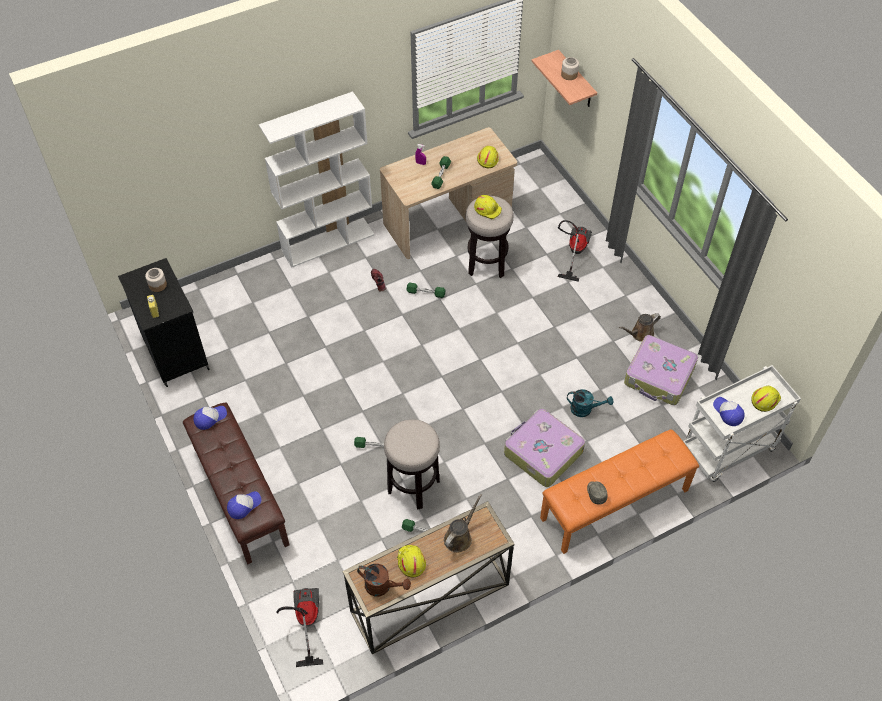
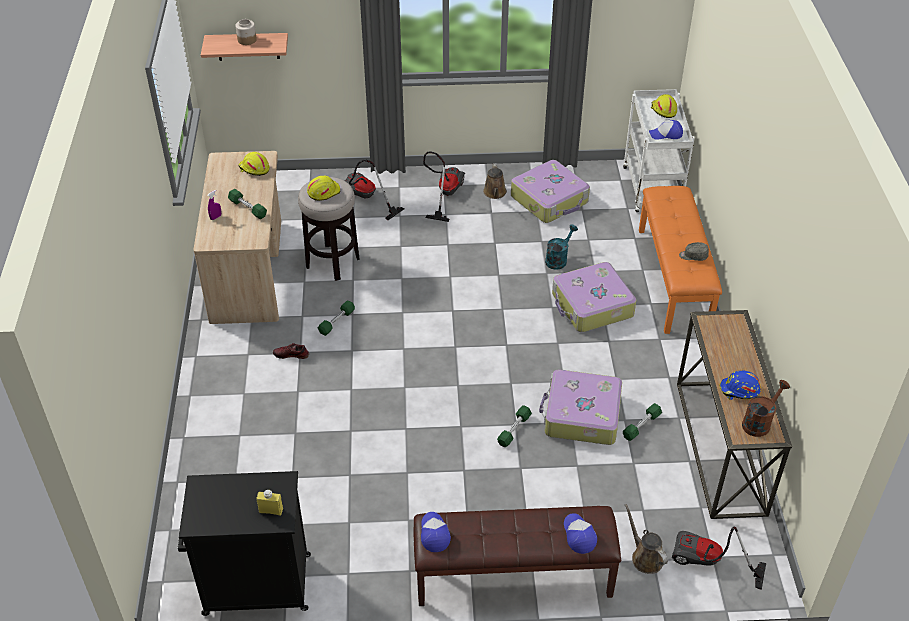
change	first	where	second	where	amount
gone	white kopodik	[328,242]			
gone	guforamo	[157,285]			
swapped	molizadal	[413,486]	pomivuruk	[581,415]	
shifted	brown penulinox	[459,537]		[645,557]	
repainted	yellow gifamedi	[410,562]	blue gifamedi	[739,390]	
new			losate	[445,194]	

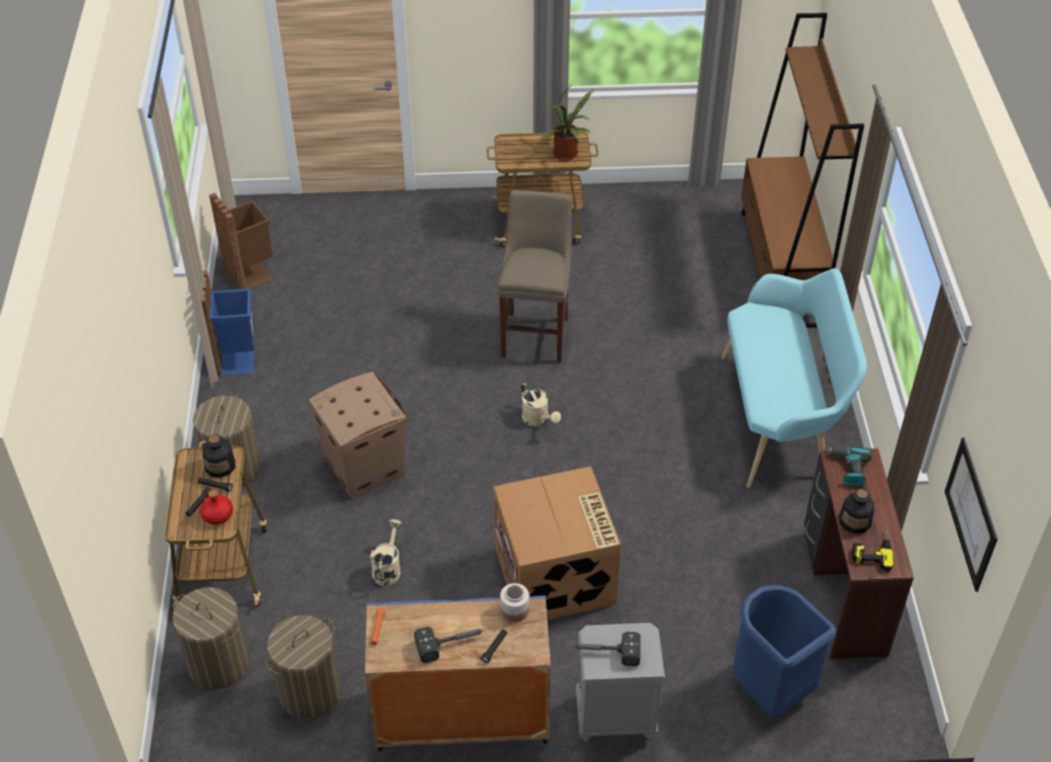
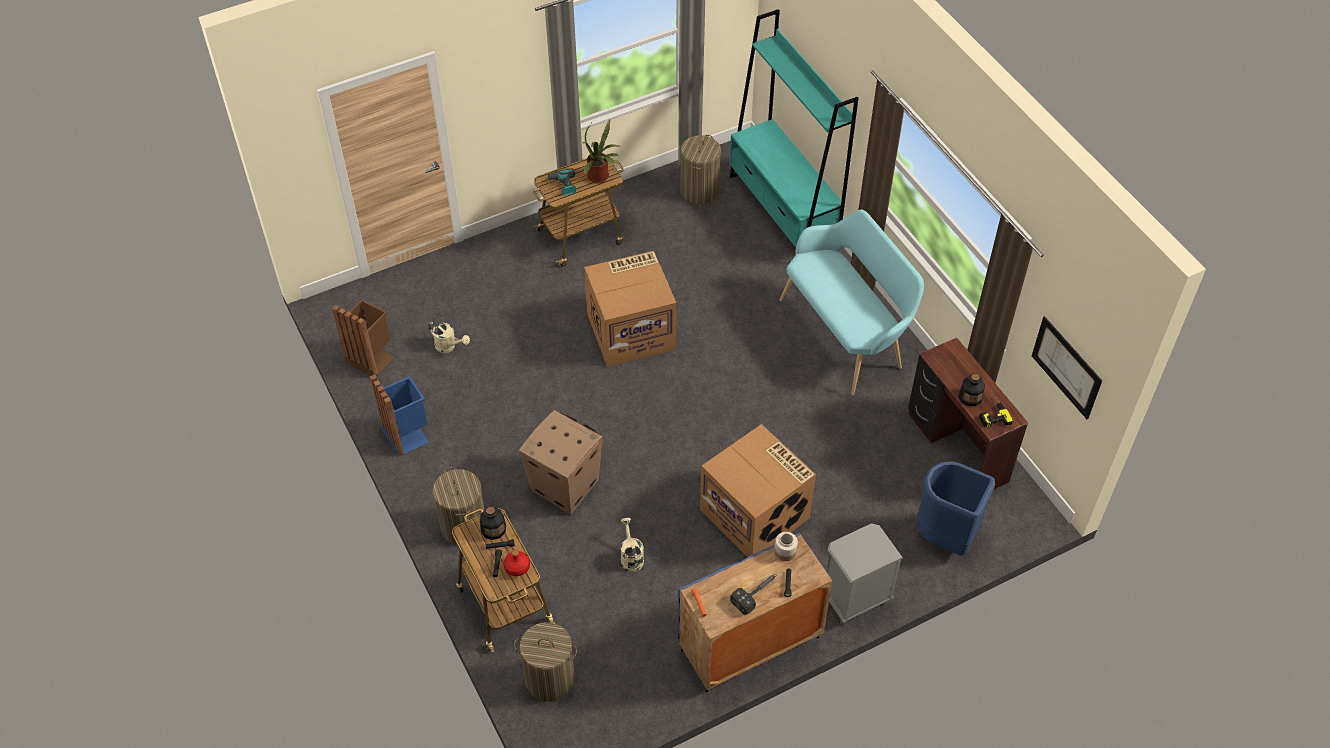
change	first	where	second	where	amount
repainted	brown kopodik	[780,268]	turquoise kopodik	[783,213]	
swapped	beige molizadal	[536,334]	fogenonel	[631,330]	
shifted	beige penulinox	[538,420]		[449,346]	
shifted	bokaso	[848,468]		[563,185]	
shifted	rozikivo	[309,692]		[699,190]	
gone	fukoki	[605,652]			

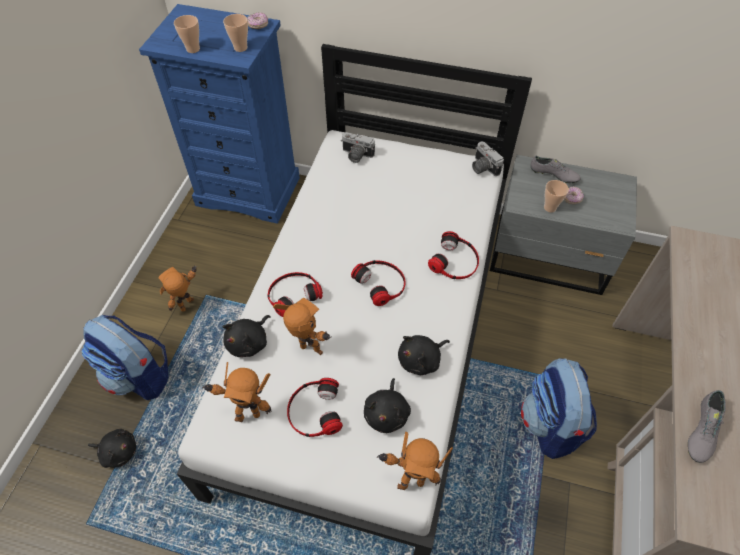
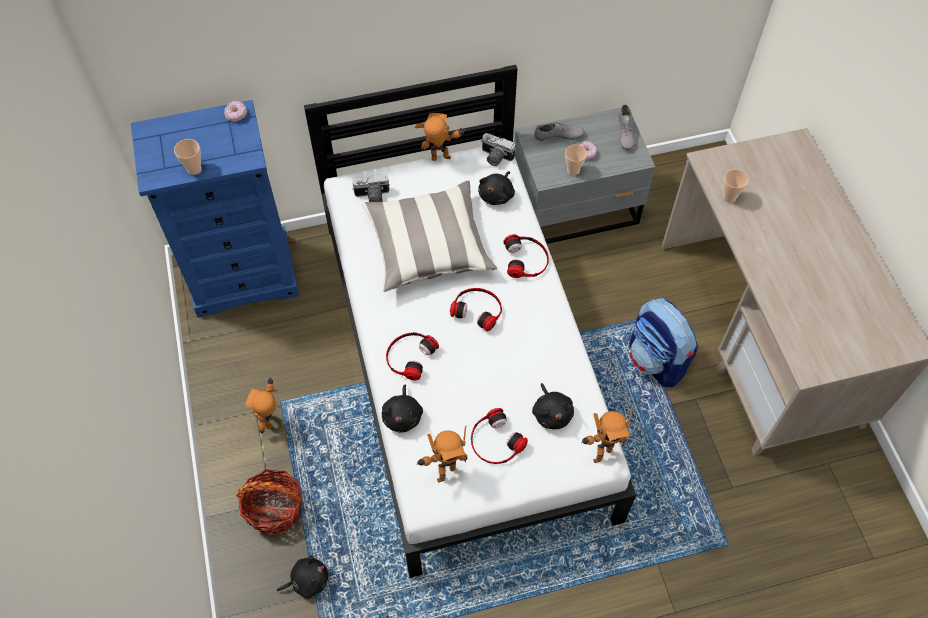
change	first	where	second	where	amount
shifted	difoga	[240,48]		[729,197]	
shifted	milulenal	[310,353]		[441,161]	
swapped	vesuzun	[139,376]	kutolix	[274,508]	
shifted	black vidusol	[421,360]		[497,195]	
shifted	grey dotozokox	[701,431]		[625,133]	
new			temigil	[428,247]	

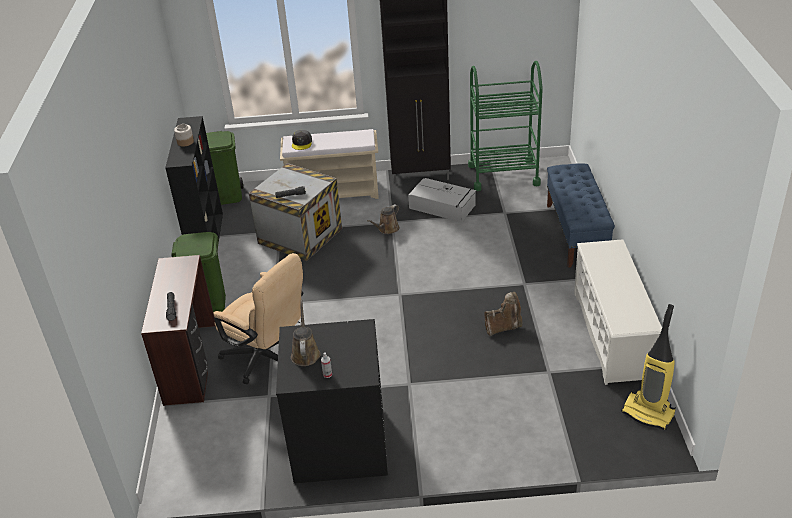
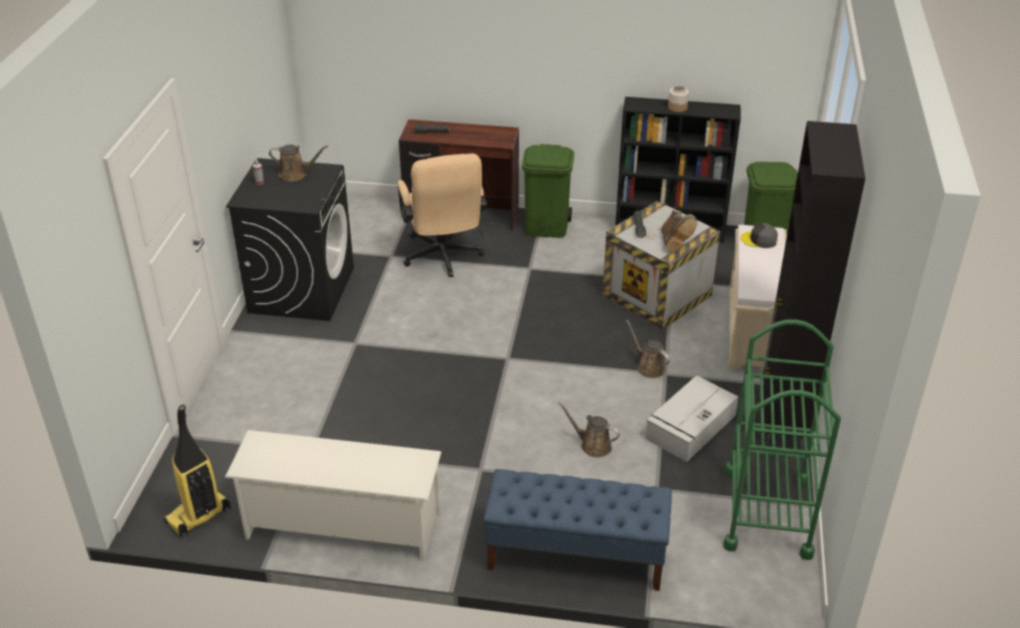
change	first	where	second	where	amount
rotated	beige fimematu	[267,359]		[443,258]	60 degrees counterclockwise
shifted	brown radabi	[504,327]		[674,243]	
new			brown penulinox	[592,445]	

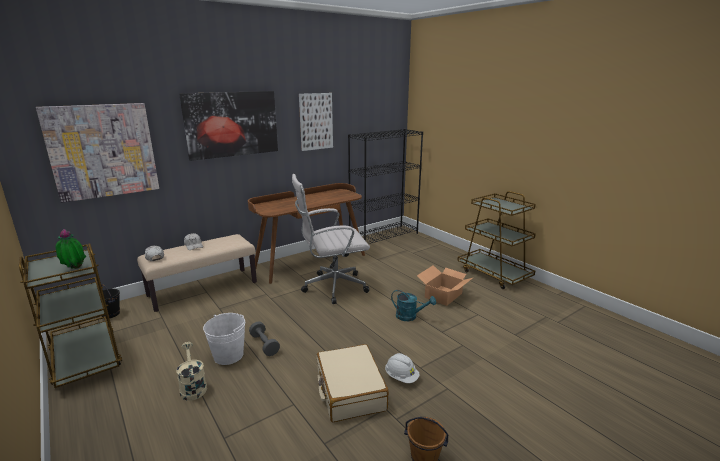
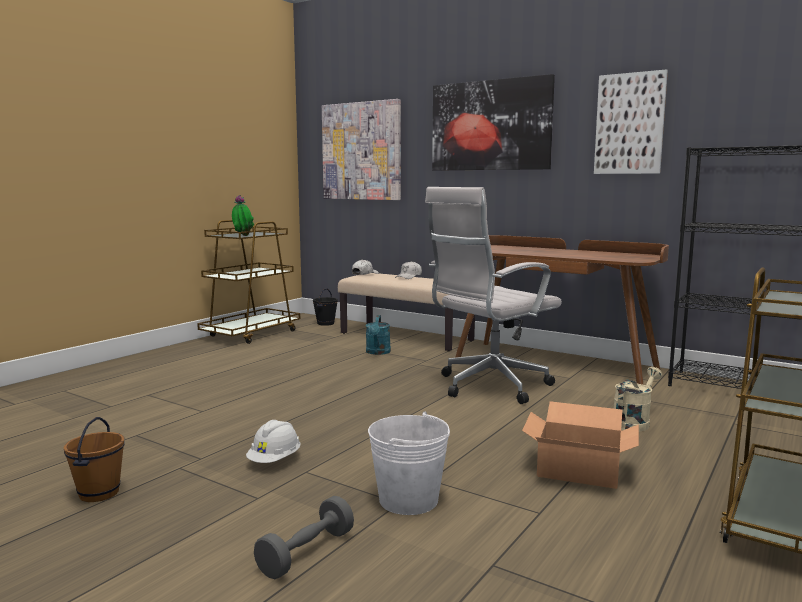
change	first	where	second	where	amount
rotated	white fimematu	[332,287]		[489,386]	90 degrees counterclockwise
shifted	turquoise penulinox	[410,316]		[378,352]	
shifted	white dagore	[228,355]		[408,500]	
shifted	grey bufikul	[264,345]		[306,553]	
shifted	beige penulinox	[193,387]		[633,422]	
gone	beige pomivuruk	[350,391]			

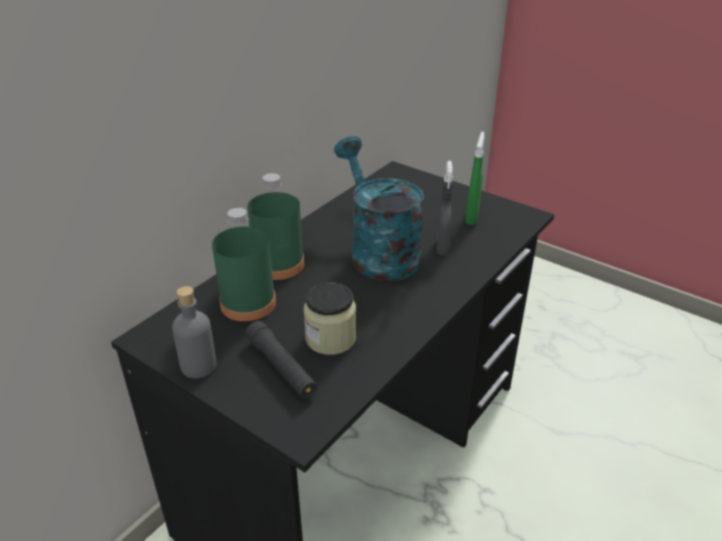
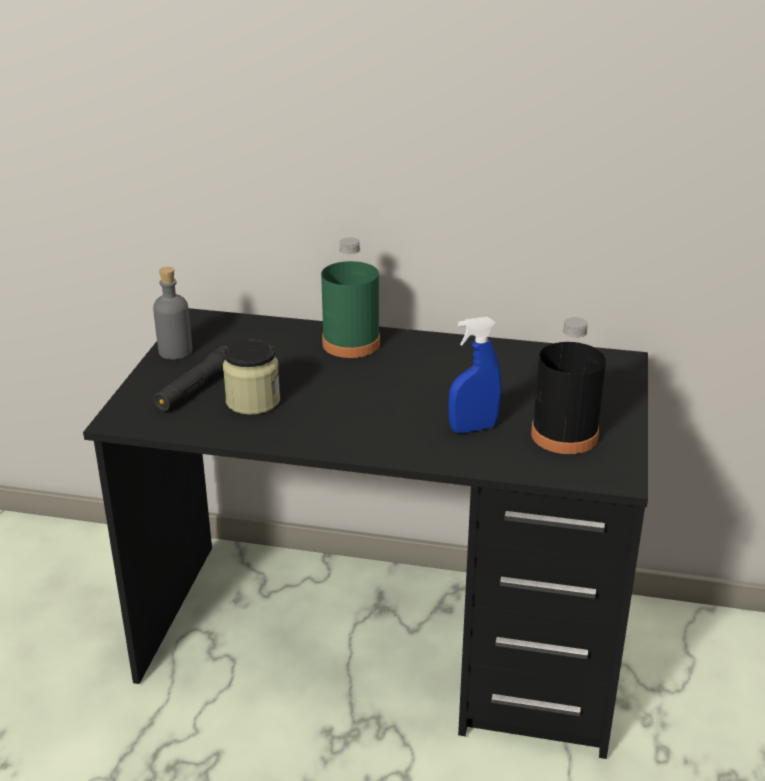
change	first	where	second	where	amount
swapped	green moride	[472,217]	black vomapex	[564,435]	
gone	turquoise penulinox	[378,252]			
repainted	grey moride	[442,247]	blue moride	[473,428]	
gone	green vomapex	[248,303]			

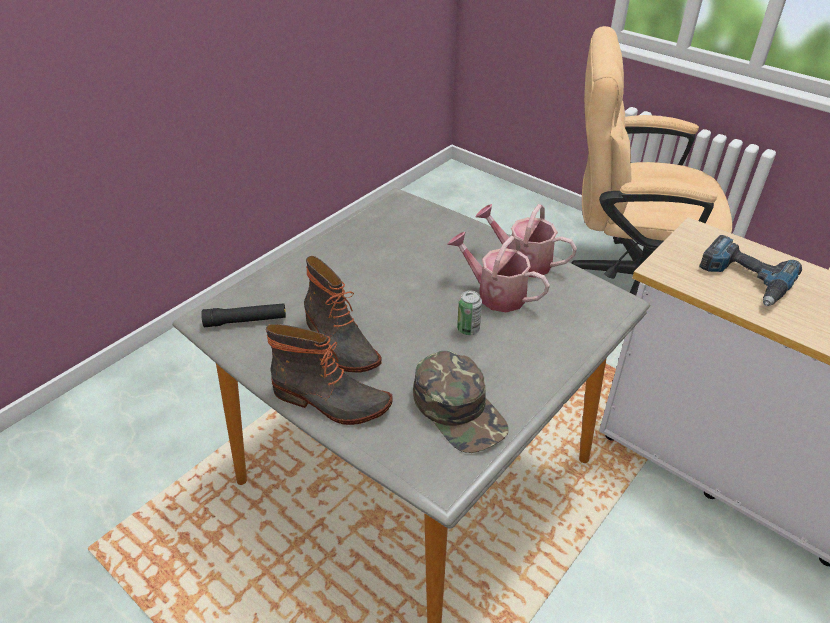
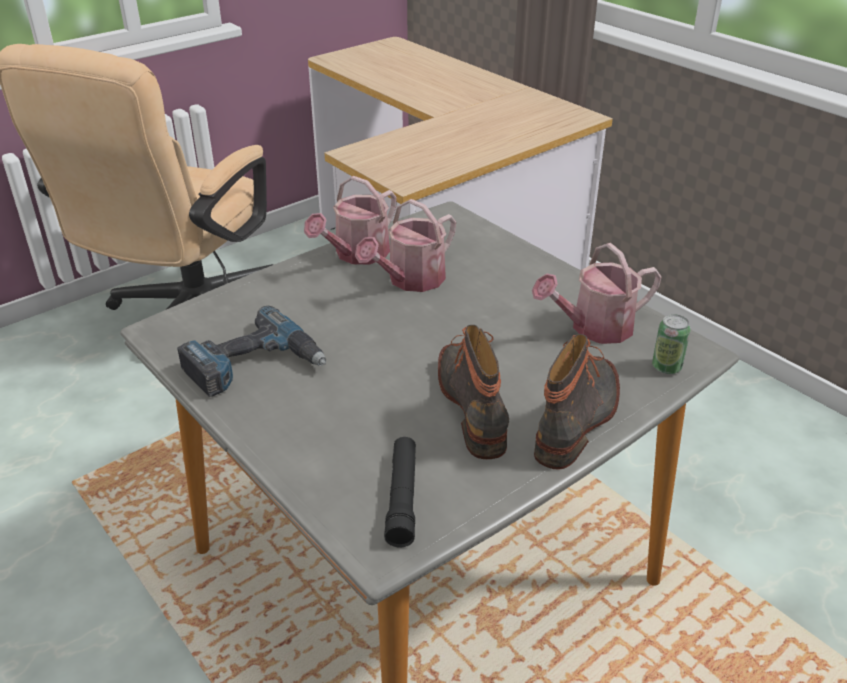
change	first	where	second	where	amount
shifted	bokaso	[744,278]		[254,366]	
rotated	radabi	[339,344]		[475,406]	75 degrees counterclockwise
shifted	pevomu	[468,329]		[666,367]	
swapped	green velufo	[459,409]	penulinox	[594,328]	

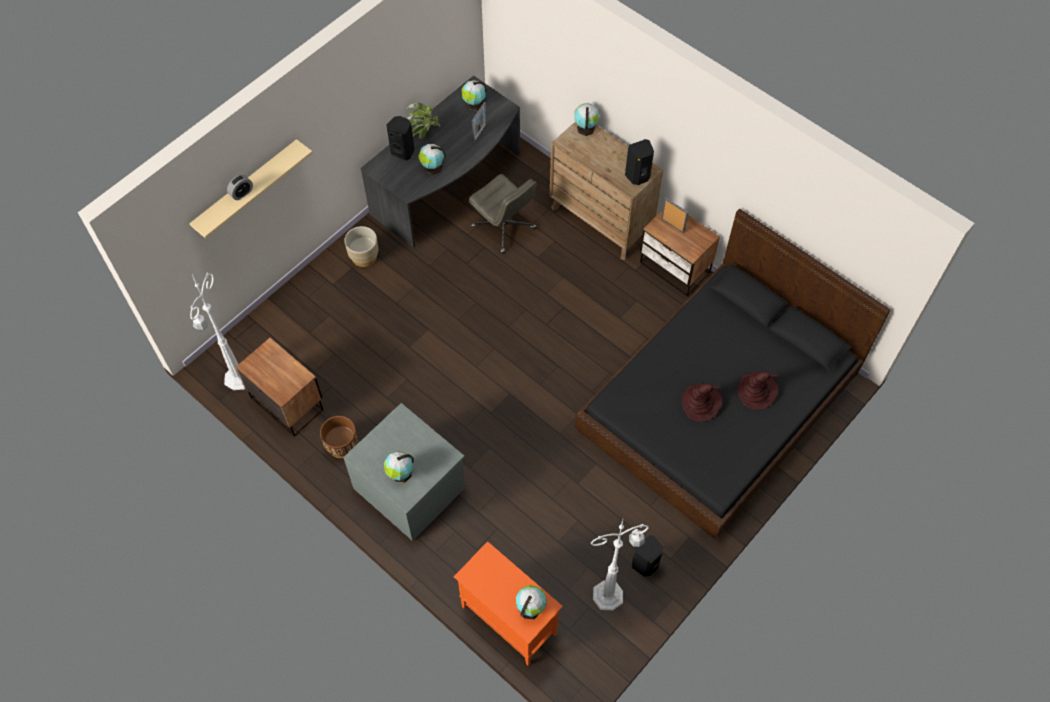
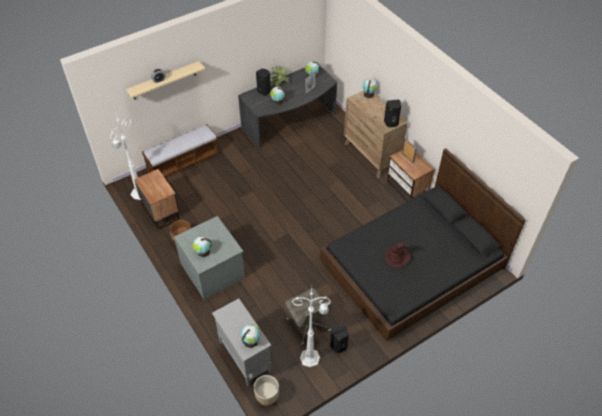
change	first	where	second	where	amount
shifted	grey fimematu	[504,227]		[308,326]	
shifted	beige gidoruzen	[364,256]		[267,396]	
gone	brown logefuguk	[757,391]			
repainted	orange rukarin	[508,619]	grey rukarin	[244,357]	
new			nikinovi	[183,162]	

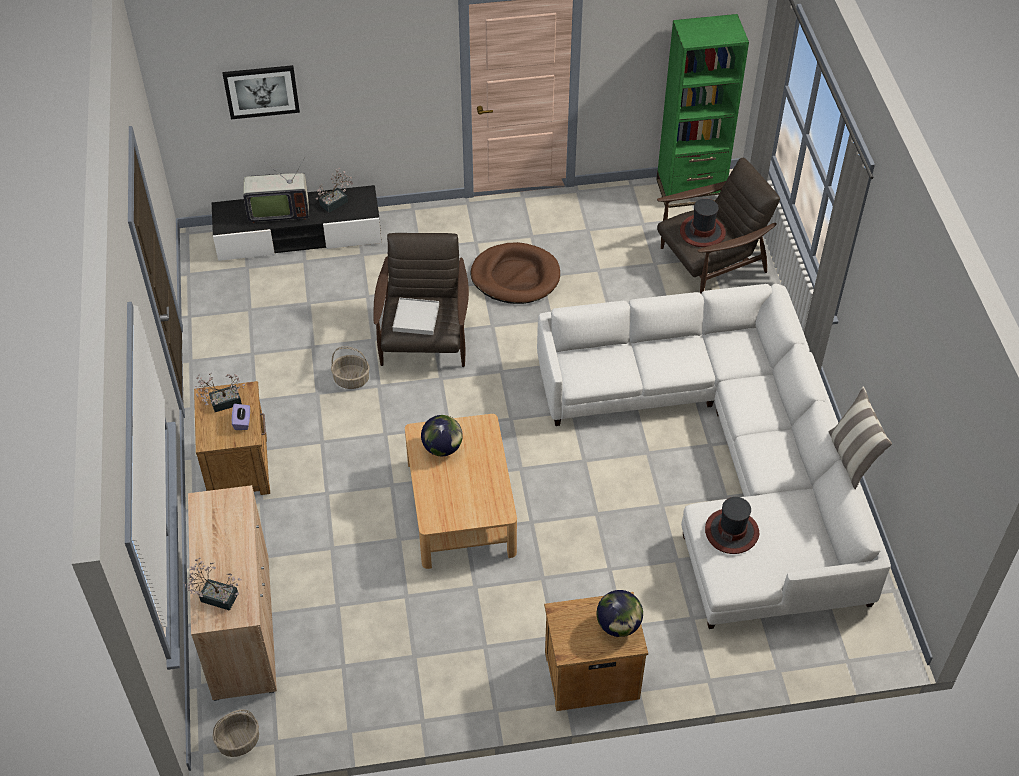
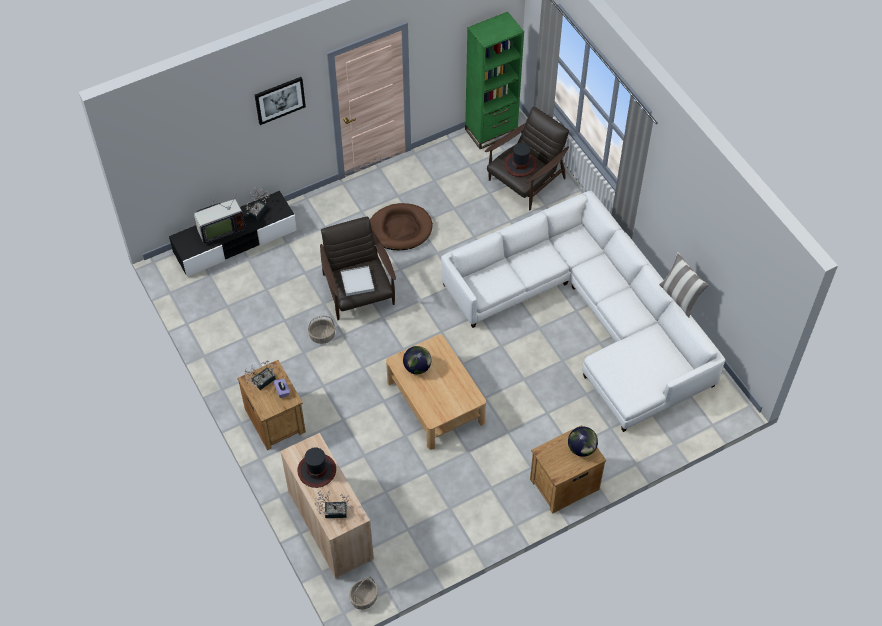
change	first	where	second	where	amount
shifted	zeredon	[261,91]		[279,100]	
shifted	logefuguk	[731,531]		[317,470]	

